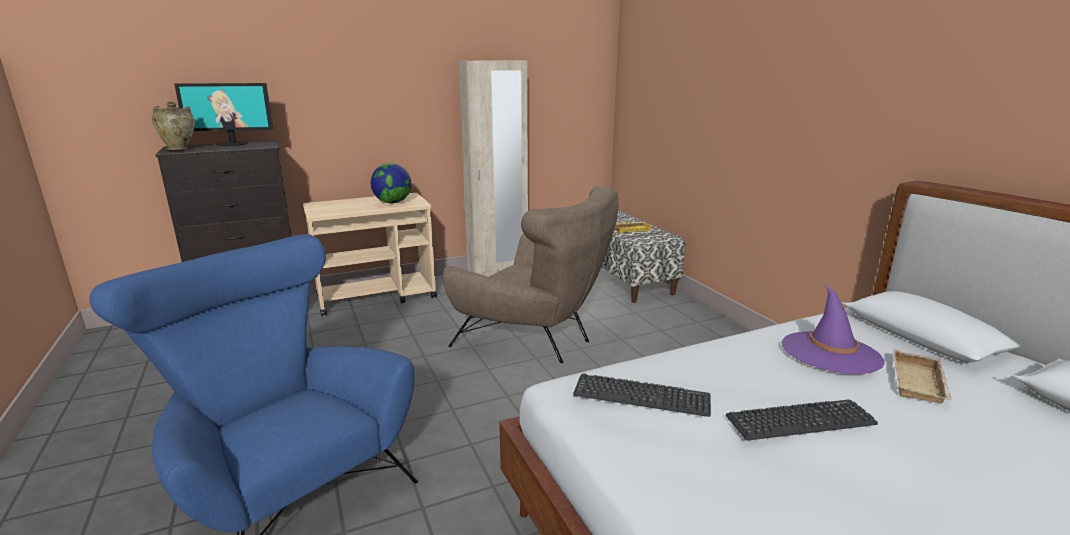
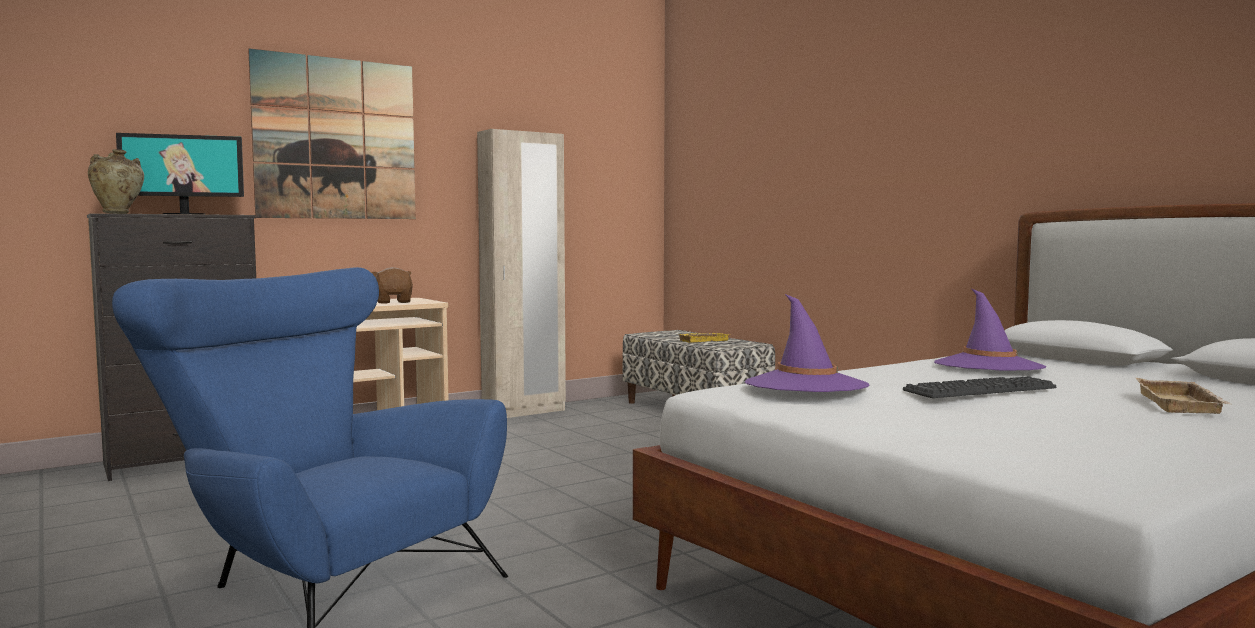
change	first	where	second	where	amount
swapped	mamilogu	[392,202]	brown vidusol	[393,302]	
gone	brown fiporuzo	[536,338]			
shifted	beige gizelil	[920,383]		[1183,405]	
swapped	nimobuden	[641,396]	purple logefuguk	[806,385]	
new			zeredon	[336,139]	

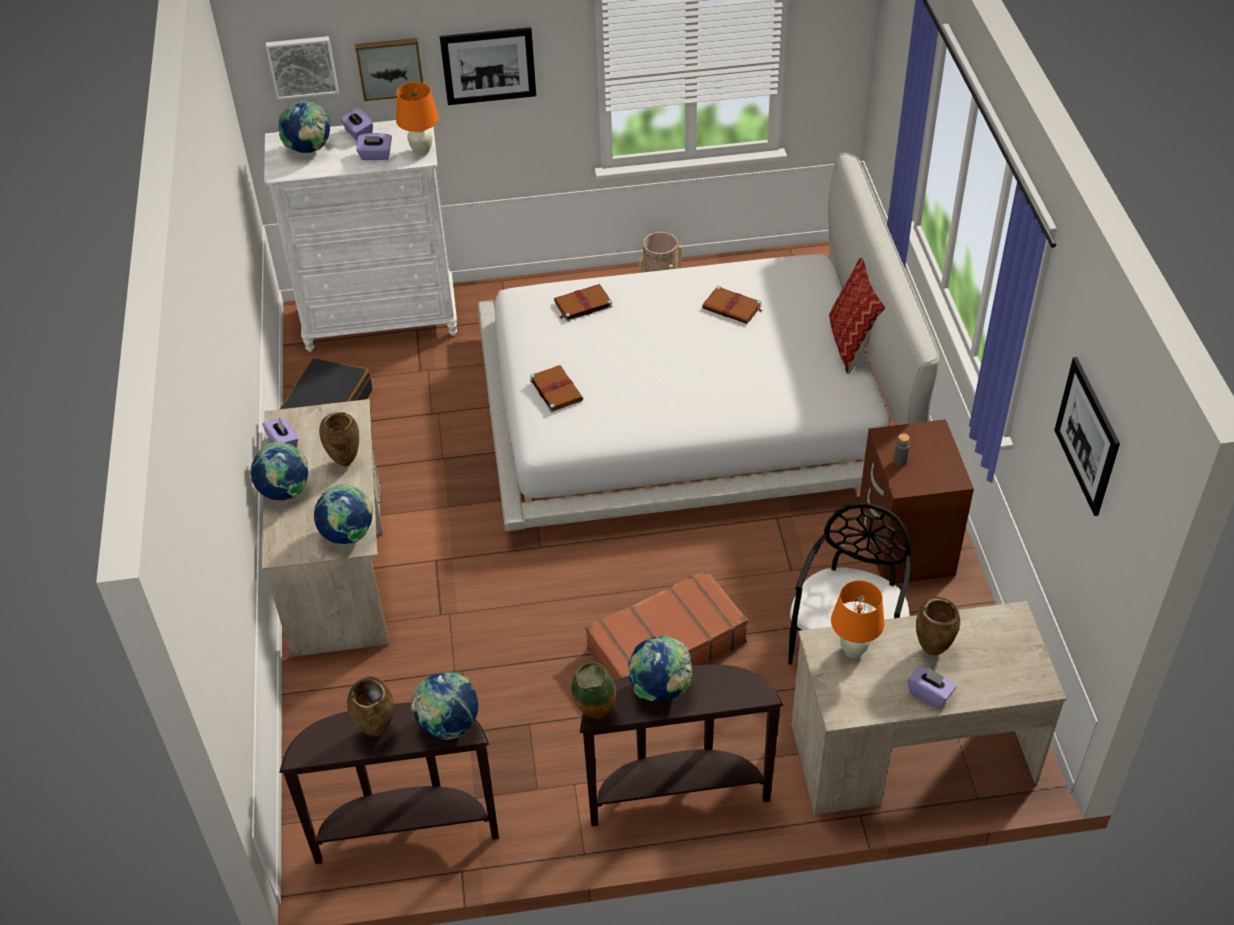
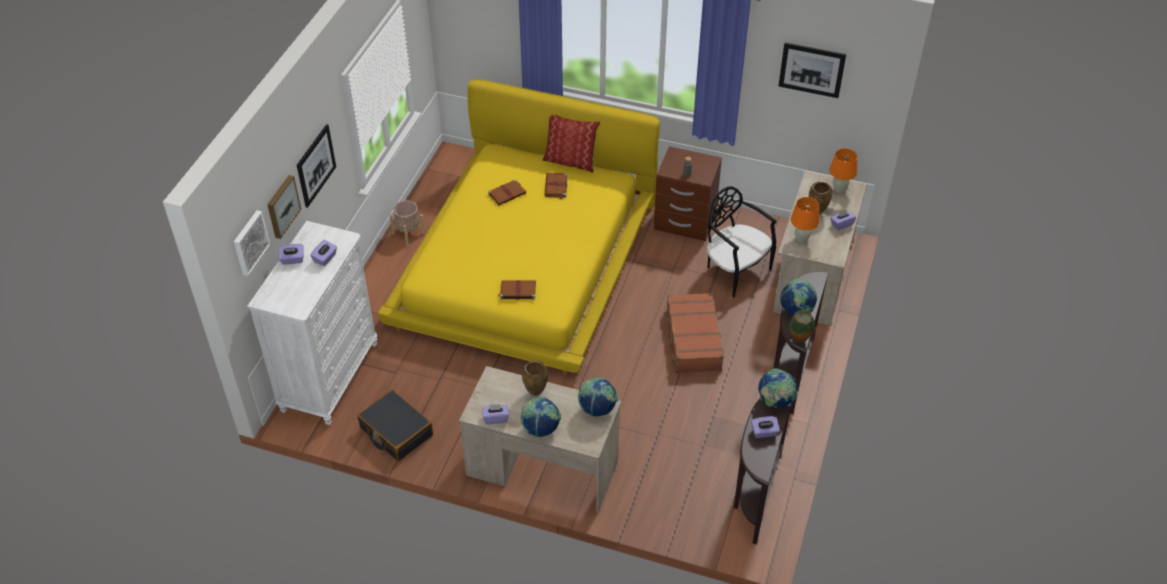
change	first	where	second	where	amount
shifted	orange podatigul	[422,151]		[839,189]	
gone	mamilogu	[309,150]			
repainted	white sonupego	[690,408]	yellow sonupego	[526,262]	
shifted	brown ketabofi	[582,304]		[556,187]	
swapped	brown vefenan	[377,732]	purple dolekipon	[764,432]	

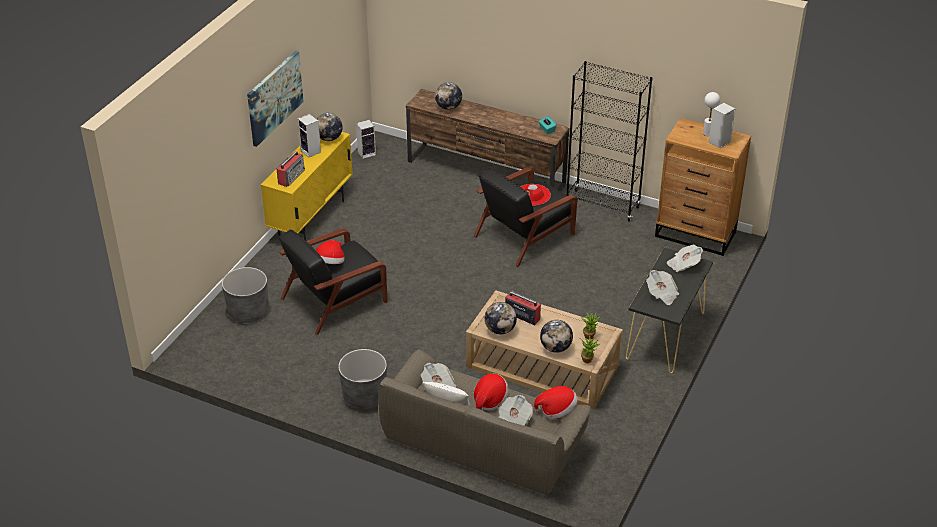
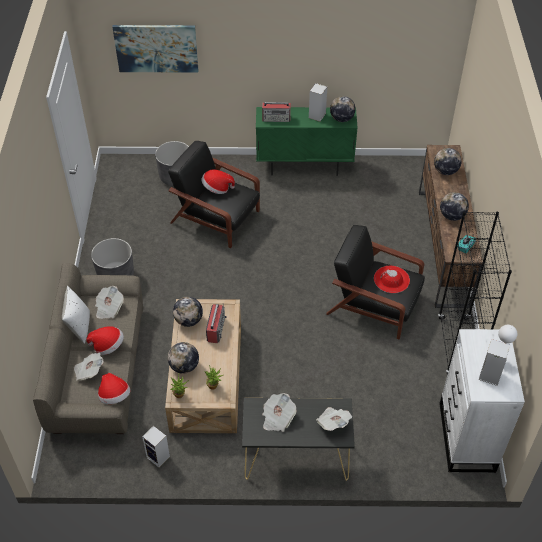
change	first	where	second	where	amount
shifted	zeredon	[274,97]		[156,48]	
repainted	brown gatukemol	[696,234]	white gatukemol	[466,437]	
shifted	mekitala	[367,153]		[159,457]	
repainted	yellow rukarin	[311,218]	green rukarin	[304,166]	
new			mamilogu	[452,216]	

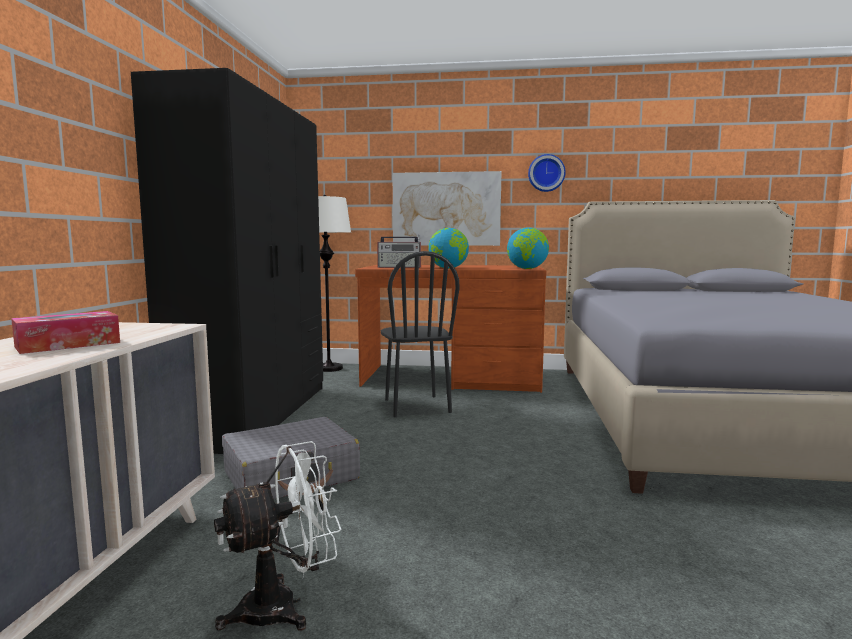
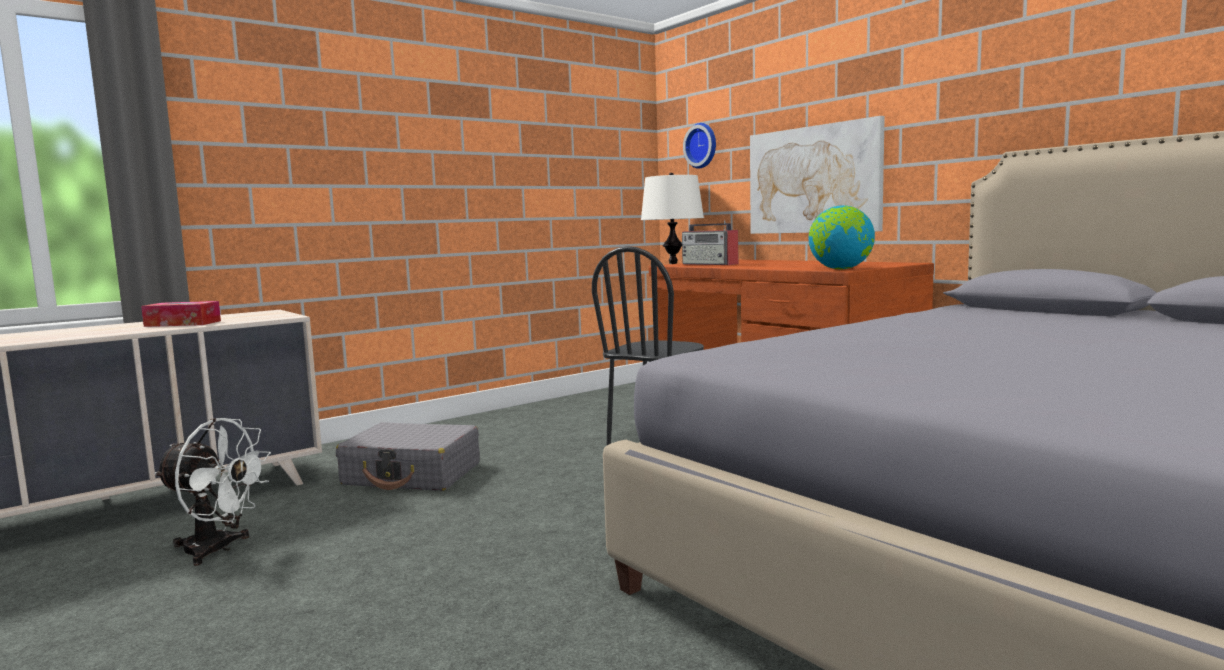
change	first	where	second	where	amount
gone	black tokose	[255,414]			
shifted	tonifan	[546,173]		[702,146]	
gone	mamilogu	[448,268]			

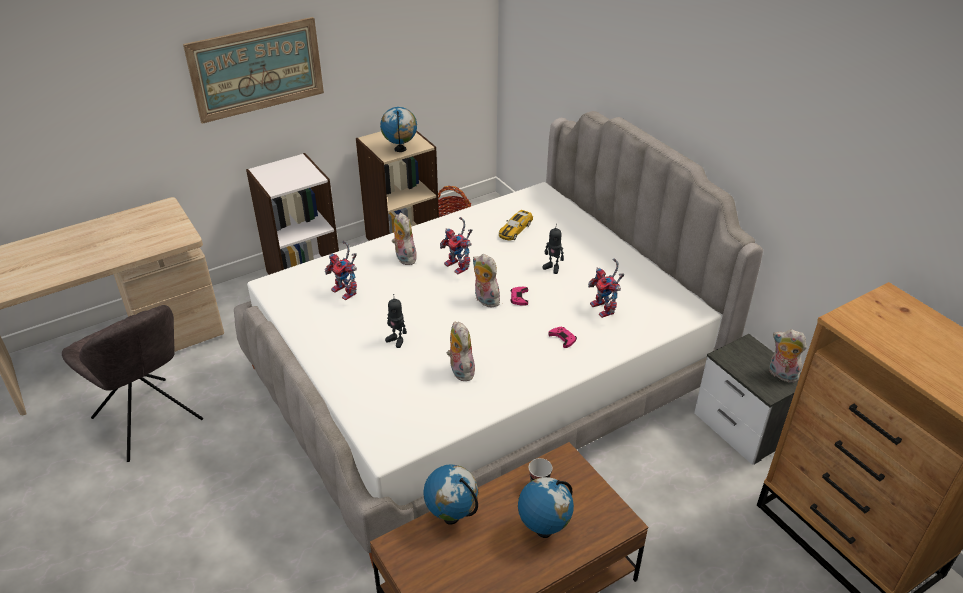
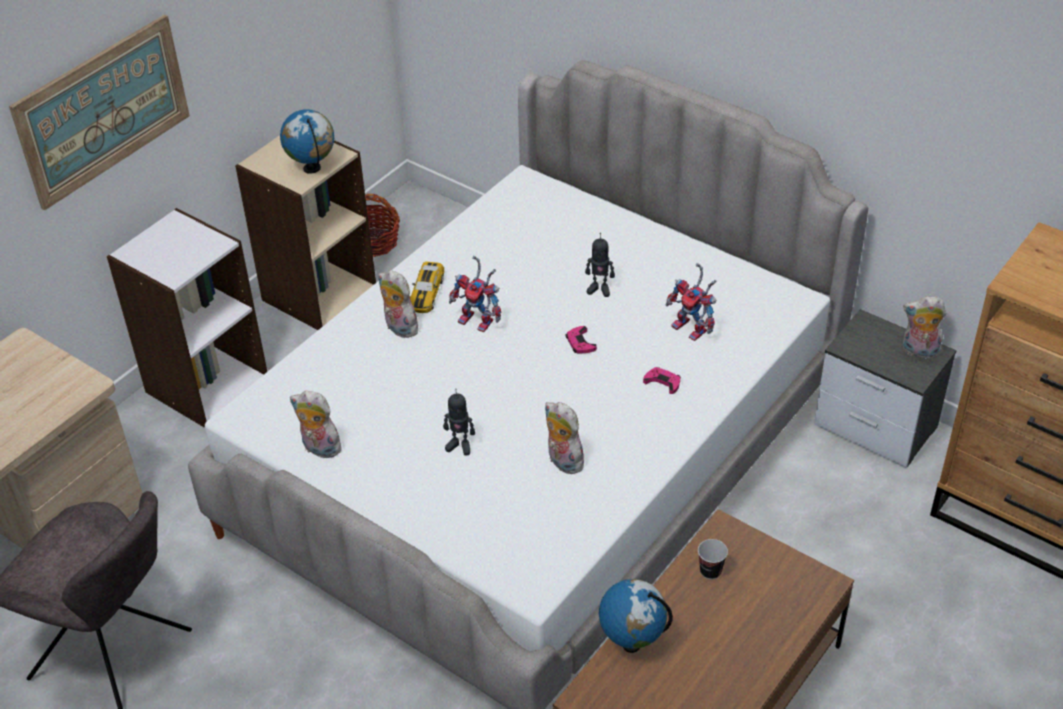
change	first	where	second	where	amount
shifted	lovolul	[515,230]		[426,293]	
gone	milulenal	[347,292]			
shifted	vidusol	[485,300]		[319,449]	
gone	mamilogu	[543,530]			

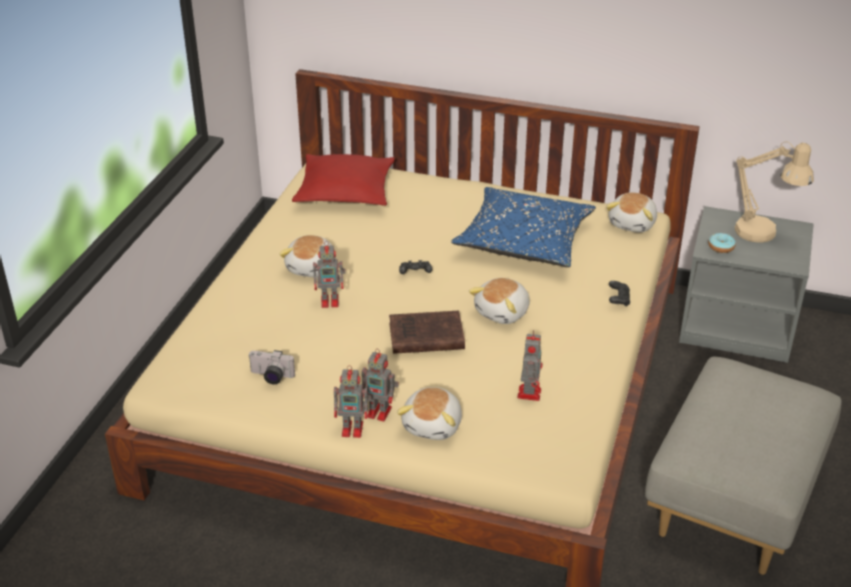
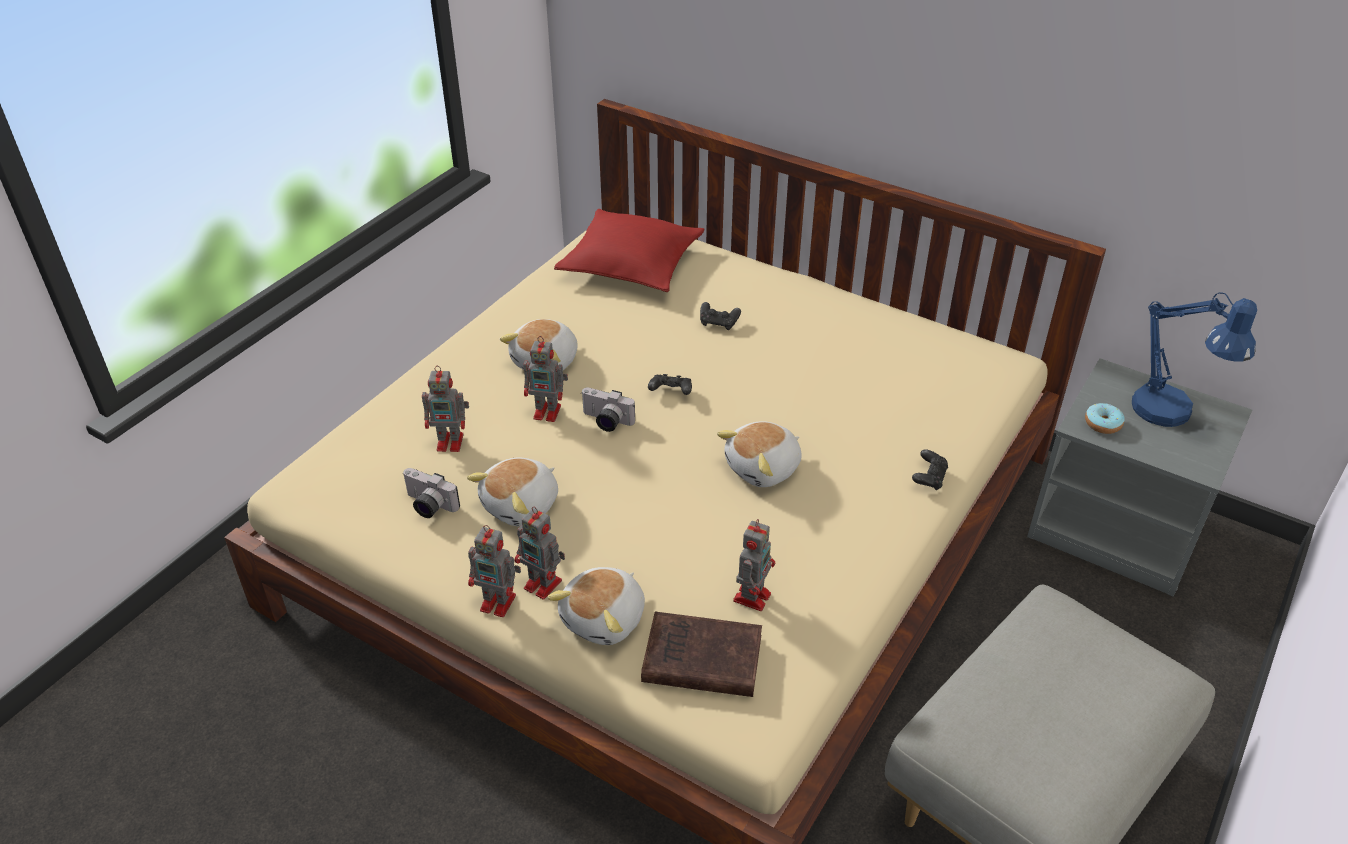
change	first	where	second	where	amount
repainted	beige podatigul	[763,235]	blue podatigul	[1171,415]	
gone	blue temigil	[524,241]			
shifted	vidusol	[633,223]		[522,505]	
shifted	brown ketabofi	[424,337]		[698,659]	
new			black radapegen	[719,323]	
new			milulenal	[452,442]	
new			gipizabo	[605,422]	

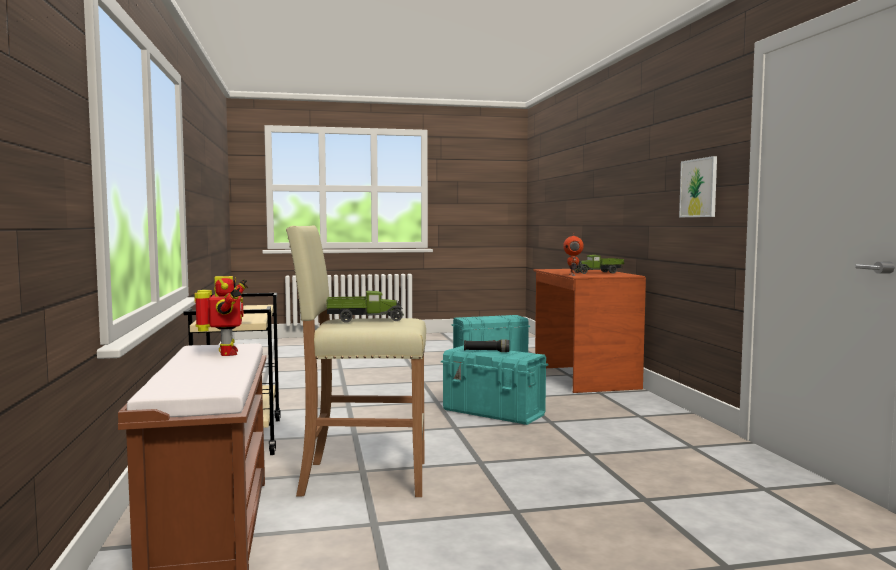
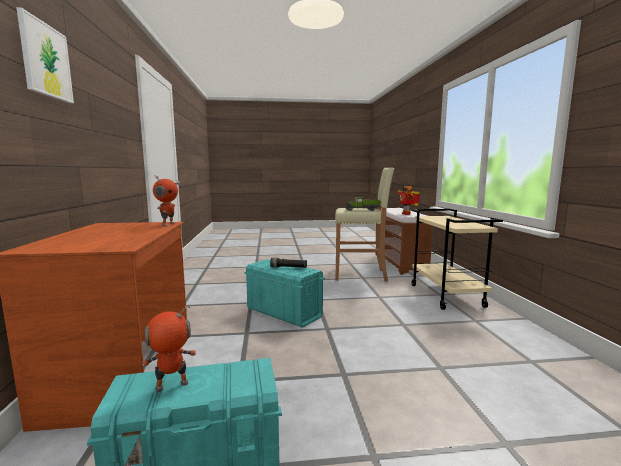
change	first	where	second	where	amount
shifted	zeredon	[699,188]		[46,60]	
gone	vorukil	[598,272]			
new			milulenal	[172,387]	

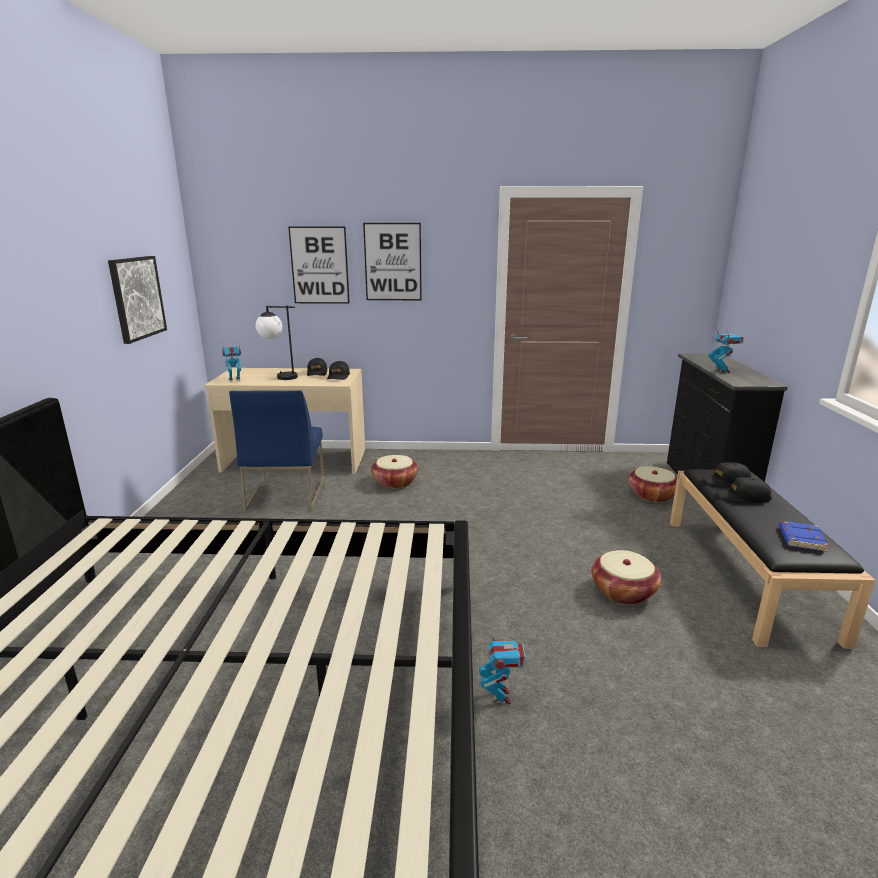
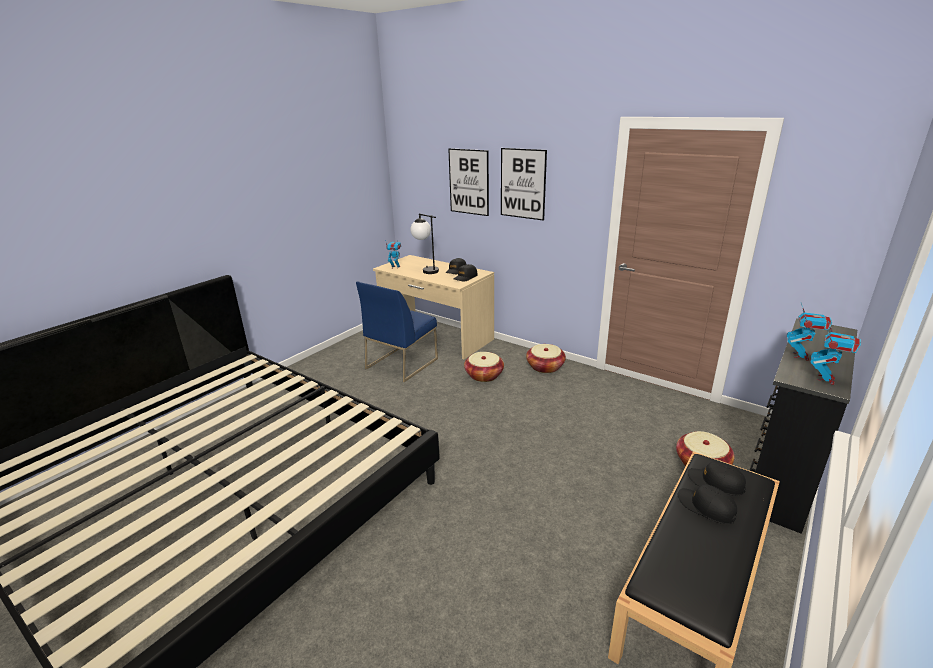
change	first	where	second	where	amount
gone	zeredon	[137,298]			
gone	blue ketabofi	[800,539]			
shifted	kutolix	[623,591]		[545,367]	
shifted	milulenal	[501,696]		[826,379]	

